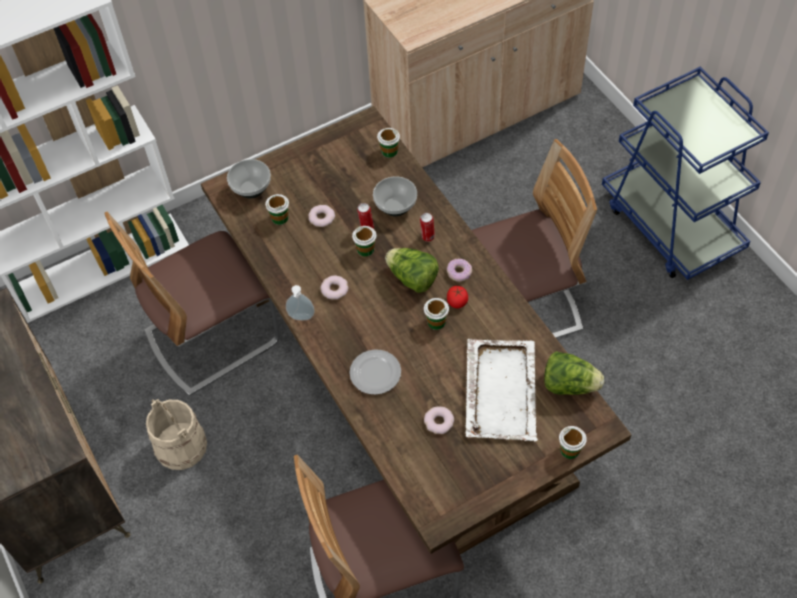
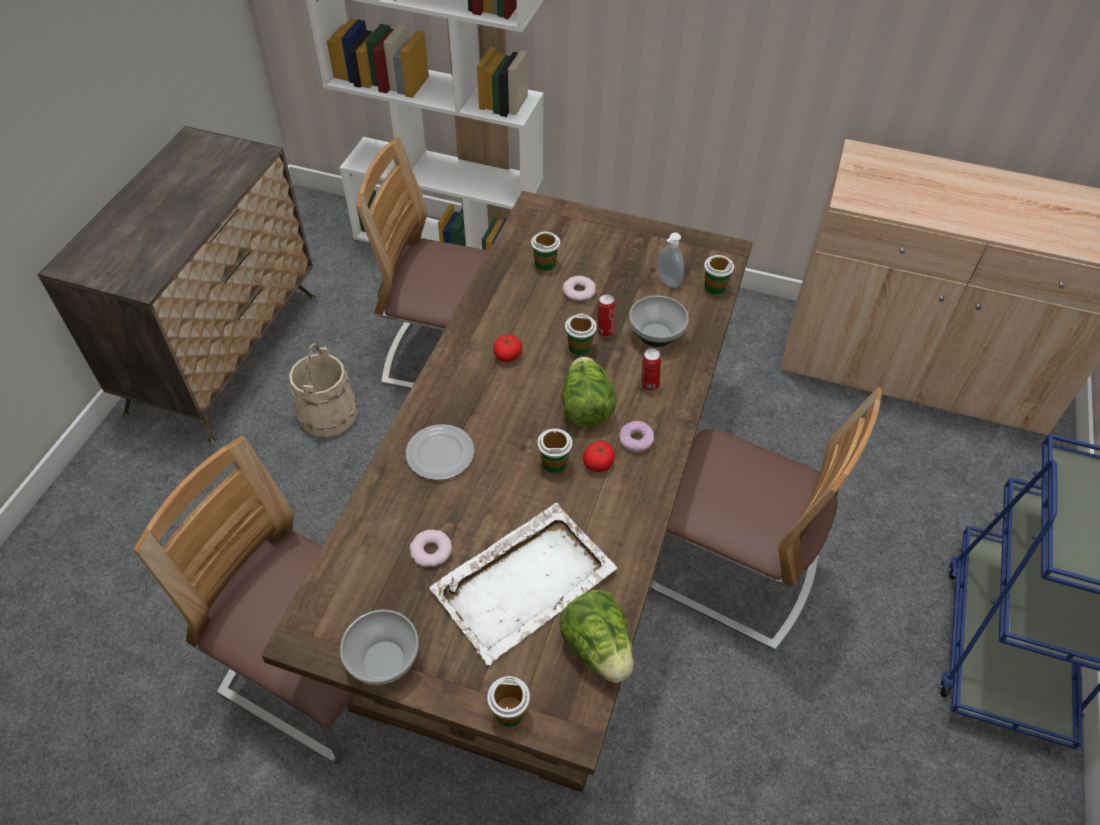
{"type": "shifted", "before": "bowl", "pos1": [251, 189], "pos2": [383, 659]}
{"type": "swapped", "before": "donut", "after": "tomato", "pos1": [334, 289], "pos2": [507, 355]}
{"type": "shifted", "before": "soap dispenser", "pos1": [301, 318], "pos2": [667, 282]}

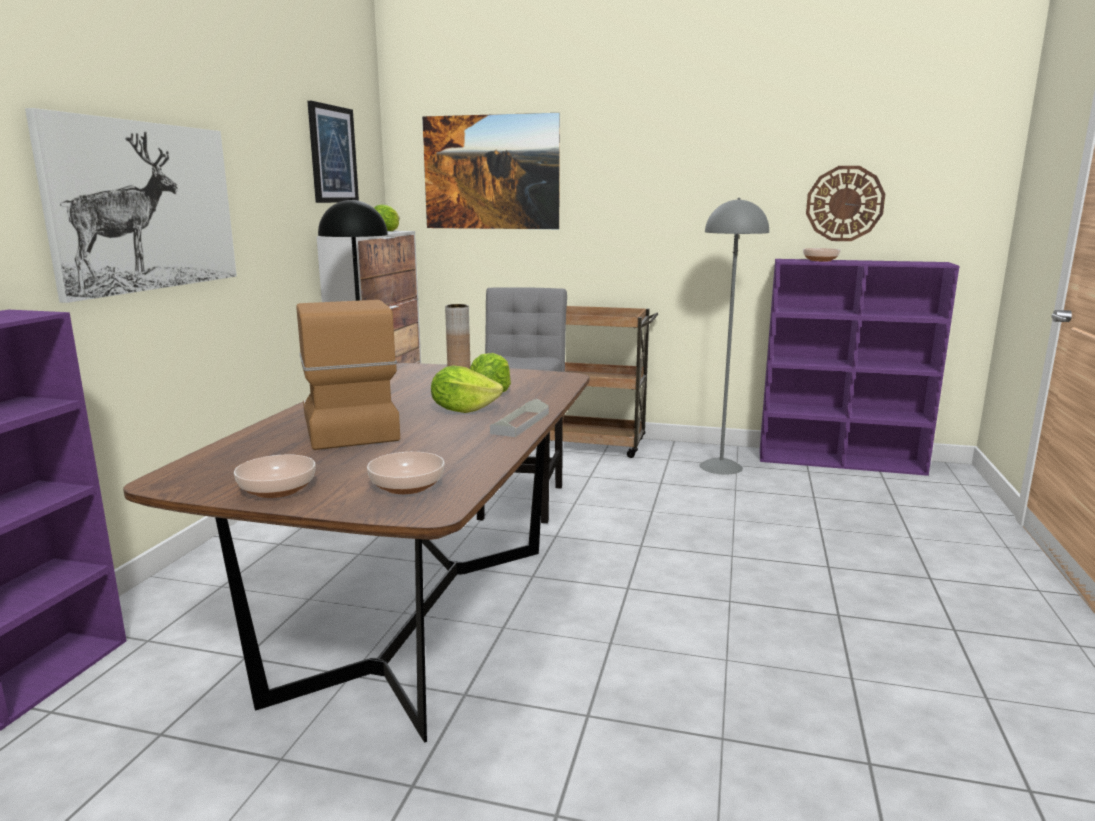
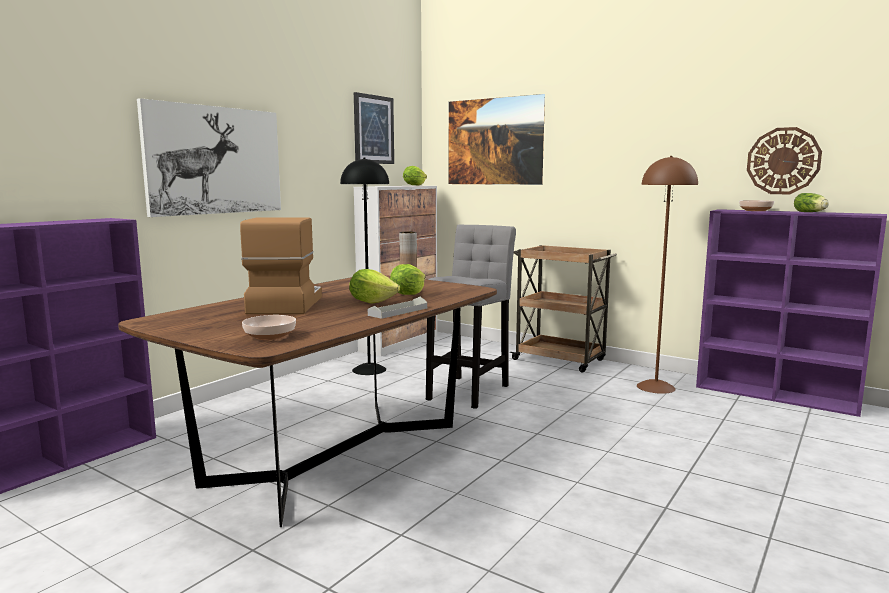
{"type": "repainted", "before": "floor lamp (greyish)", "after": "floor lamp (brown)", "pos1": [720, 466], "pos2": [655, 387]}
{"type": "gone", "before": "bowl", "pos1": [277, 489]}
{"type": "new", "after": "lettuce", "pos2": [811, 212]}

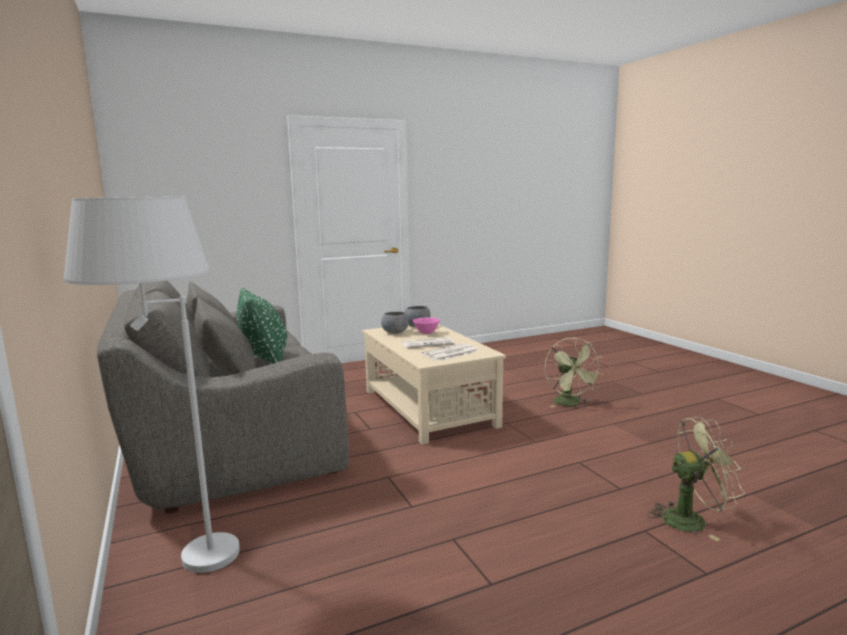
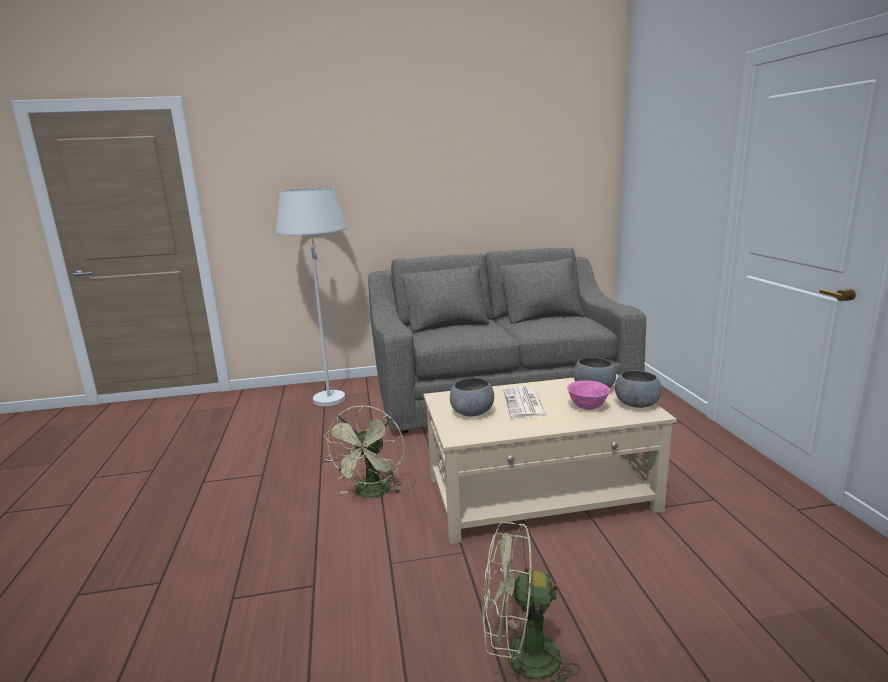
{"type": "gone", "before": "pillow (green-coloured)", "pos1": [264, 359]}
{"type": "swapped", "before": "newspaper", "after": "bowl (greyish)", "pos1": [450, 353], "pos2": [471, 412]}
{"type": "shifted", "before": "cooling fan (green-coloured)", "pos1": [692, 519], "pos2": [372, 493]}

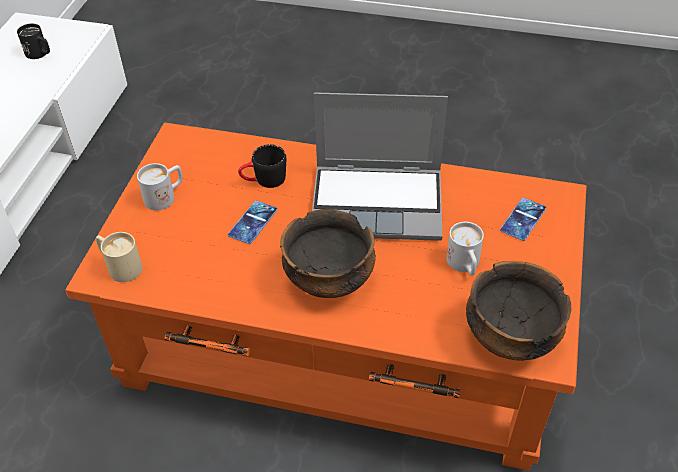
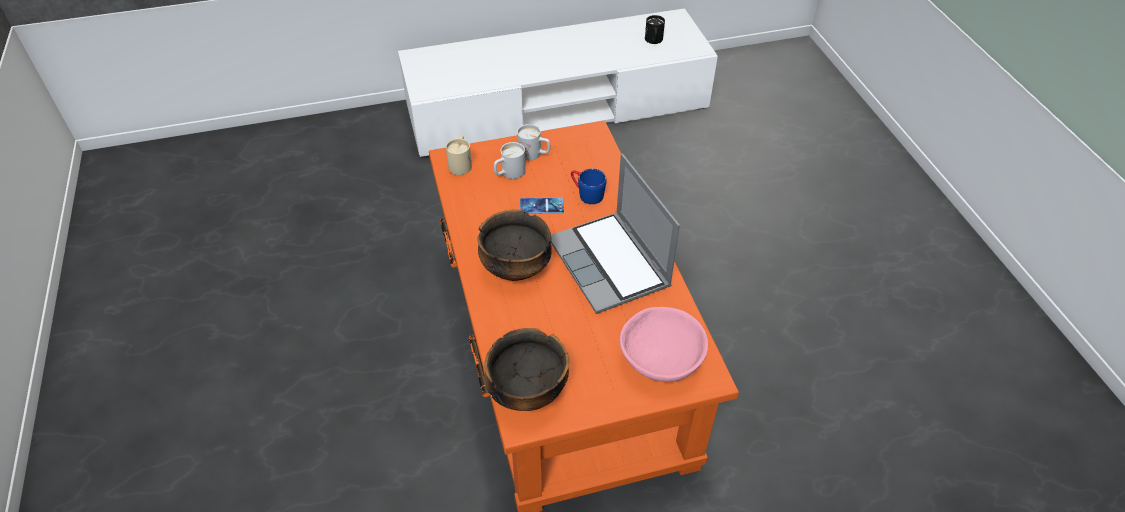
{"type": "repainted", "before": "mug (blackish)", "after": "mug (bluish)", "pos1": [264, 180], "pos2": [586, 193]}
{"type": "swapped", "before": "phone", "after": "bowl (pinkish)", "pos1": [523, 219], "pos2": [659, 359]}
{"type": "shifted", "before": "mug (white-coloured)", "pos1": [465, 265], "pos2": [509, 173]}

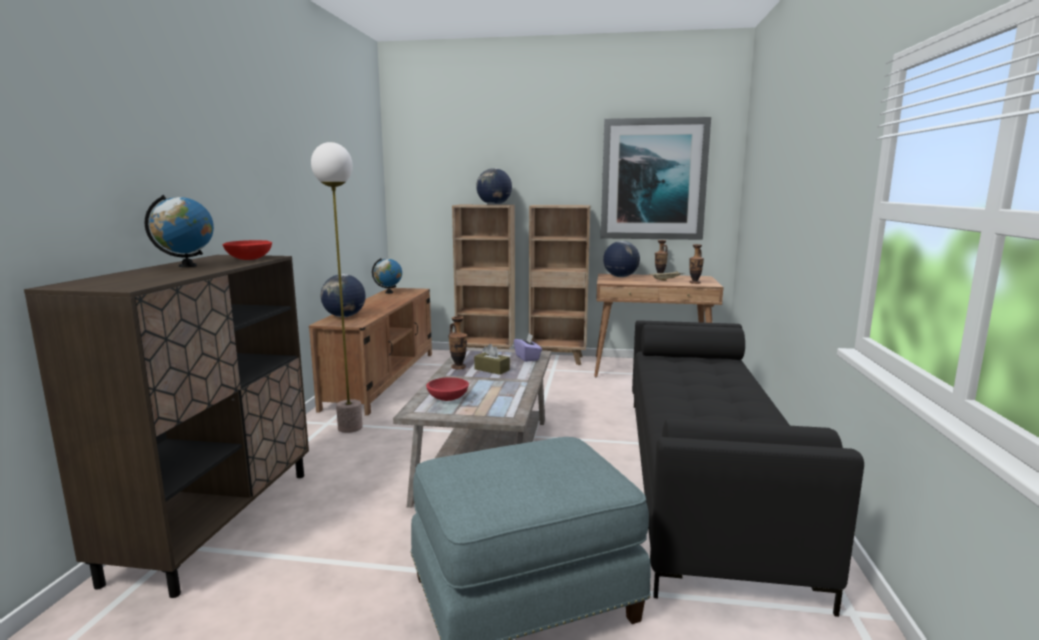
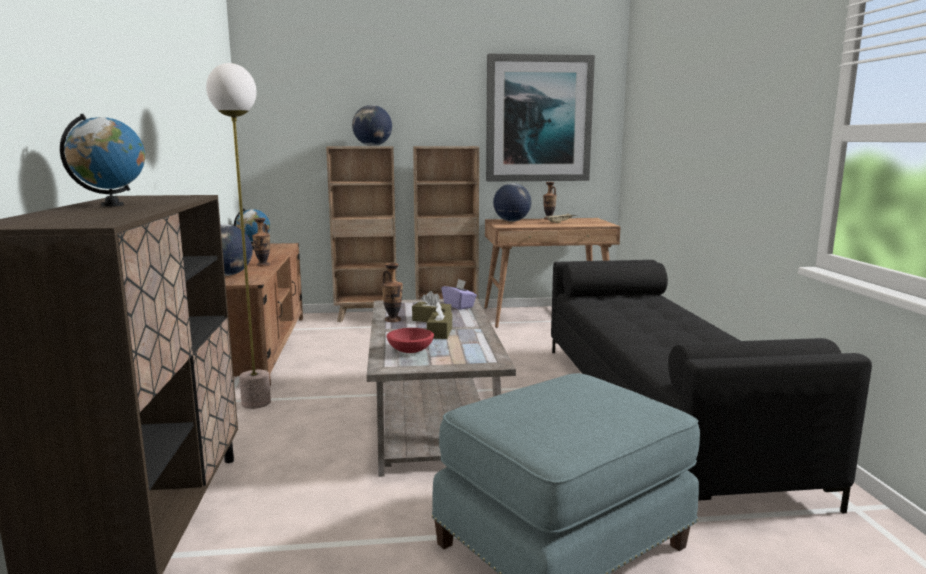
{"type": "gone", "before": "bowl (reddish)", "pos1": [248, 259]}
{"type": "shifted", "before": "flower vase", "pos1": [695, 283], "pos2": [263, 265]}
{"type": "new", "after": "box of tissues (brown)", "pos2": [439, 333]}

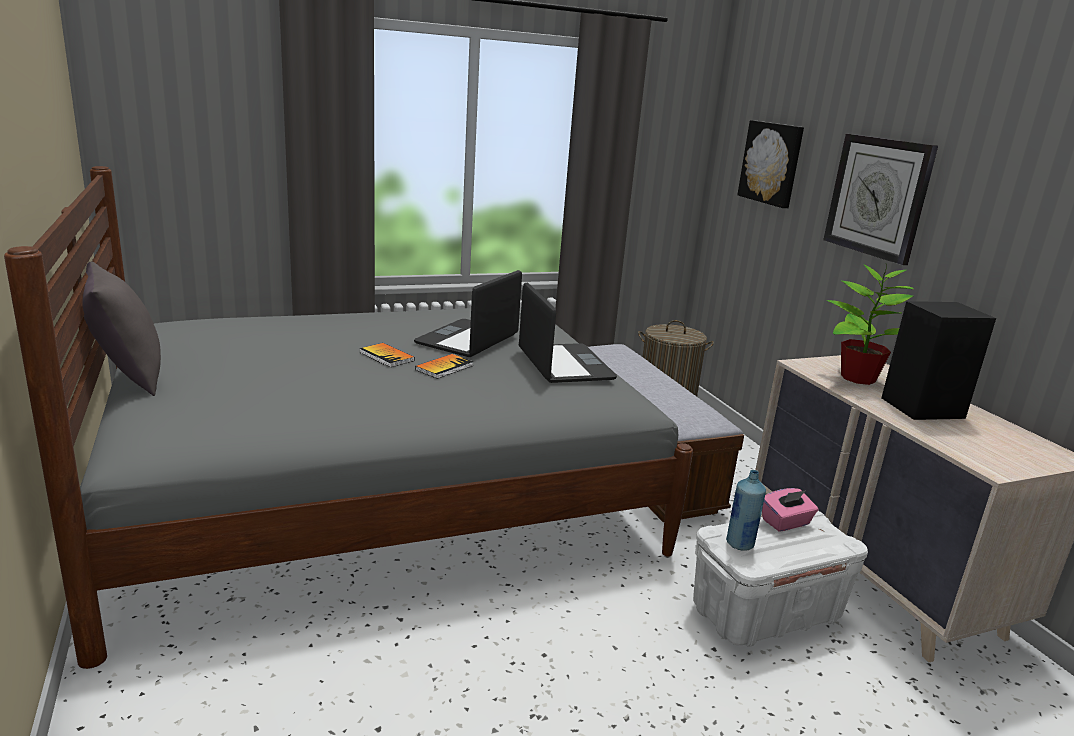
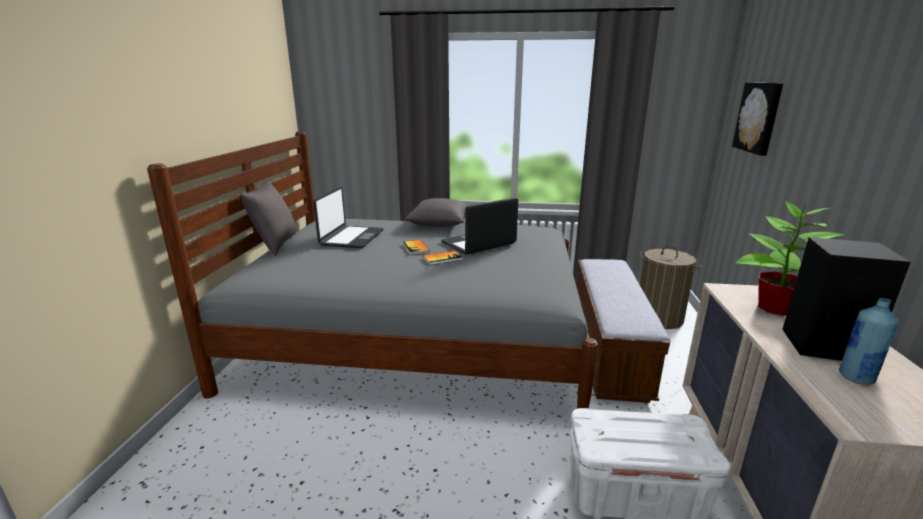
{"type": "gone", "before": "clock on the wall", "pos1": [878, 197]}
{"type": "shifted", "before": "notebook computer", "pos1": [563, 365], "pos2": [351, 238]}
{"type": "shifted", "before": "drink bottle (bluish)", "pos1": [739, 544], "pos2": [856, 377]}
{"type": "gone", "before": "box of tissues (pinkish)", "pos1": [786, 523]}
{"type": "new", "after": "pillow (greyish)", "pos2": [440, 225]}

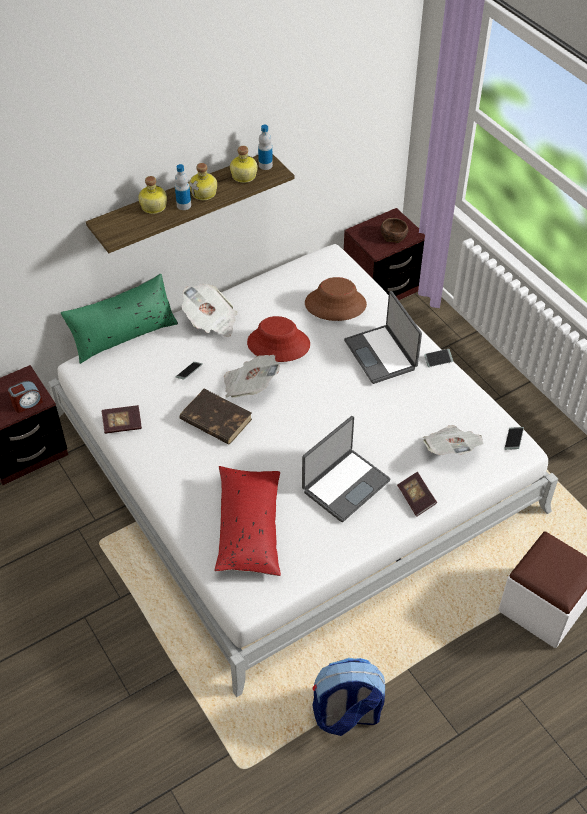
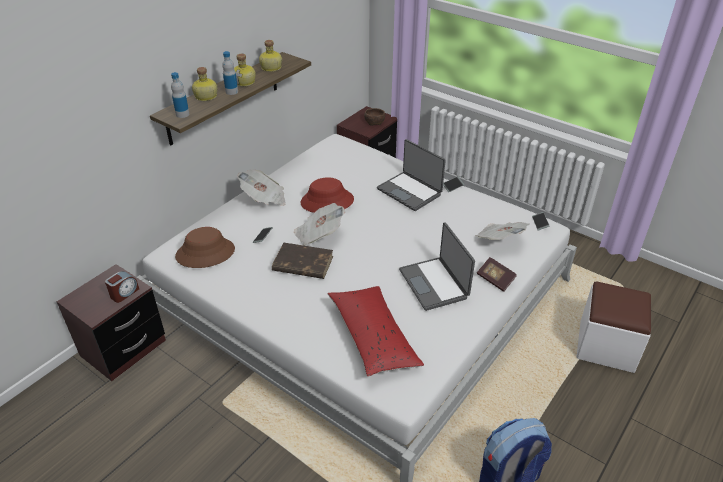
{"type": "shifted", "before": "drink bottle", "pos1": [265, 165], "pos2": [182, 114]}
{"type": "gone", "before": "pillow (green-coloured)", "pos1": [123, 335]}
{"type": "shifted", "before": "wearable hat (brown)", "pos1": [335, 304], "pos2": [205, 253]}
{"type": "gone", "before": "bound book", "pos1": [122, 425]}
{"type": "rotated", "before": "notebook computer", "pos1": [345, 485], "pos2": [434, 284], "turn": 135}

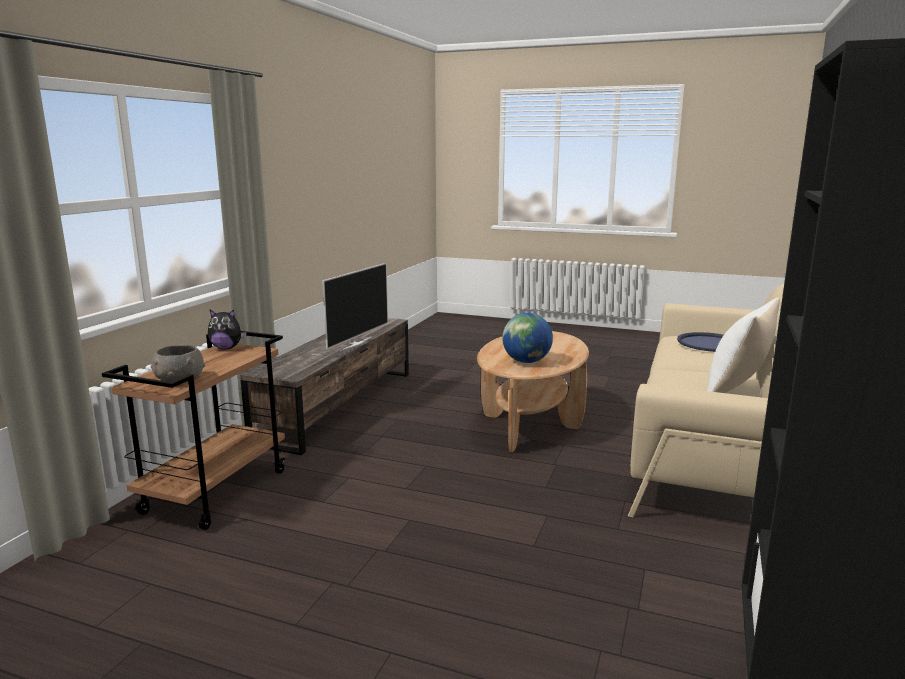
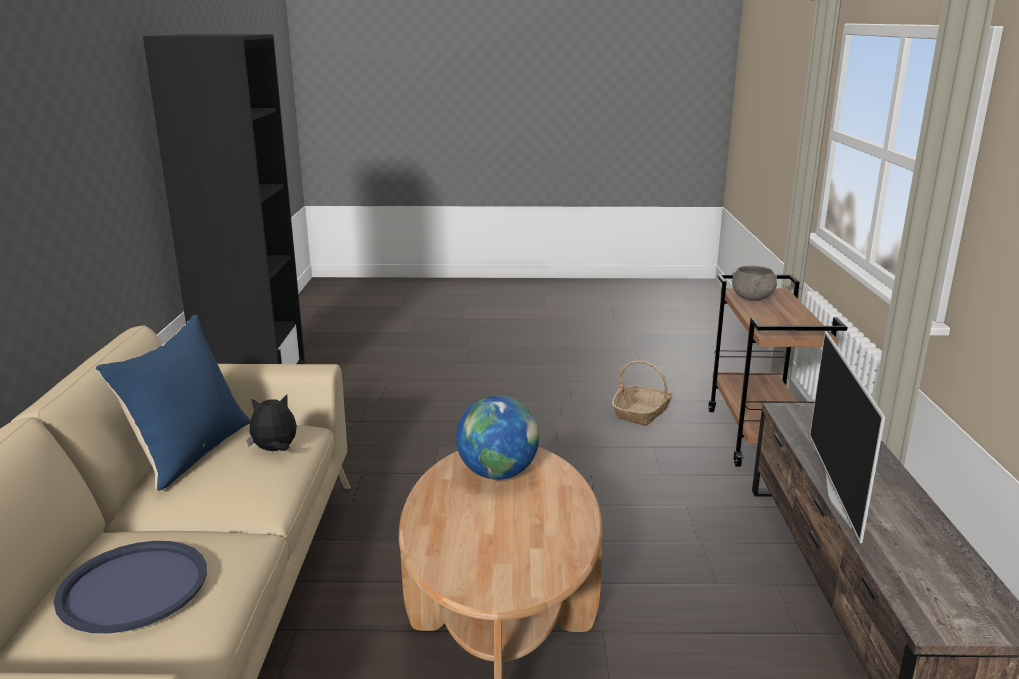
{"type": "repainted", "before": "pillow (white-coloured)", "after": "pillow (bluish)", "pos1": [737, 389], "pos2": [190, 452]}
{"type": "shifted", "before": "cuddly toy", "pos1": [226, 348], "pos2": [275, 450]}
{"type": "new", "after": "storage basket", "pos2": [642, 413]}

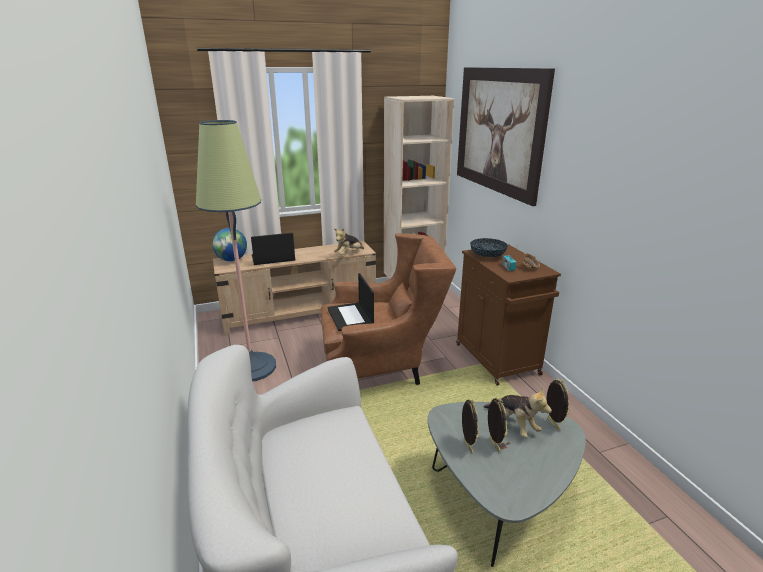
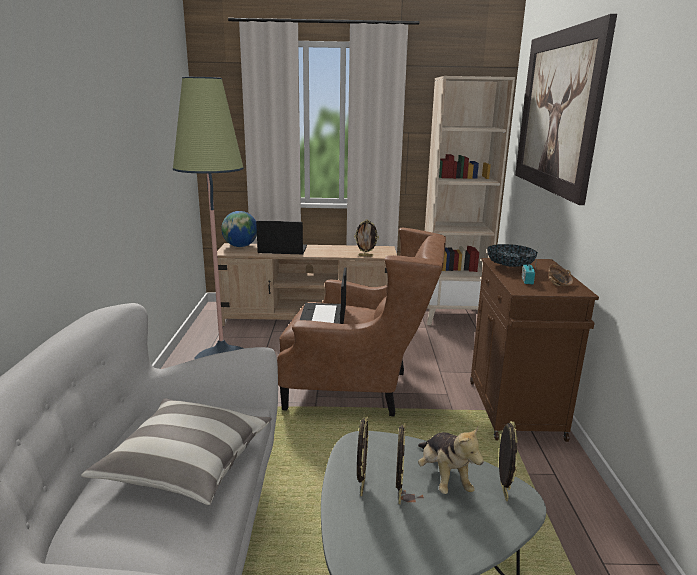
{"type": "swapped", "before": "cuddly toy", "after": "picture frame", "pos1": [348, 254], "pos2": [365, 256]}
{"type": "new", "after": "pillow", "pos2": [186, 465]}

